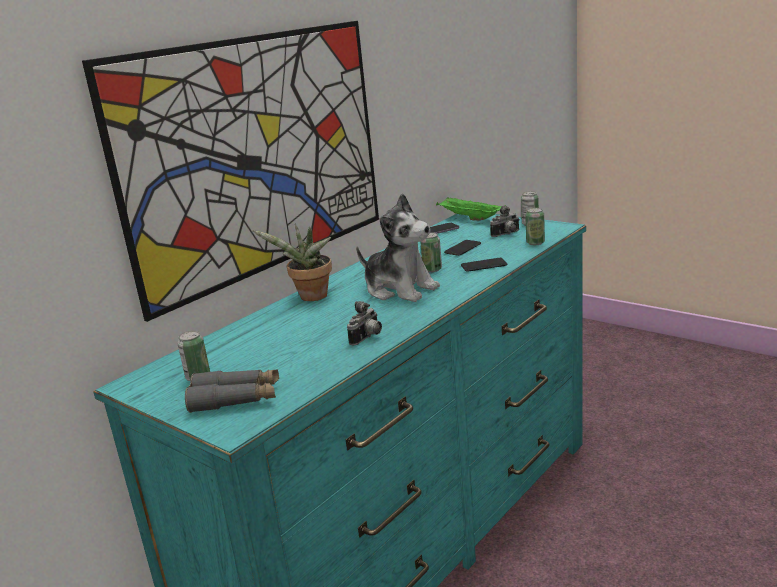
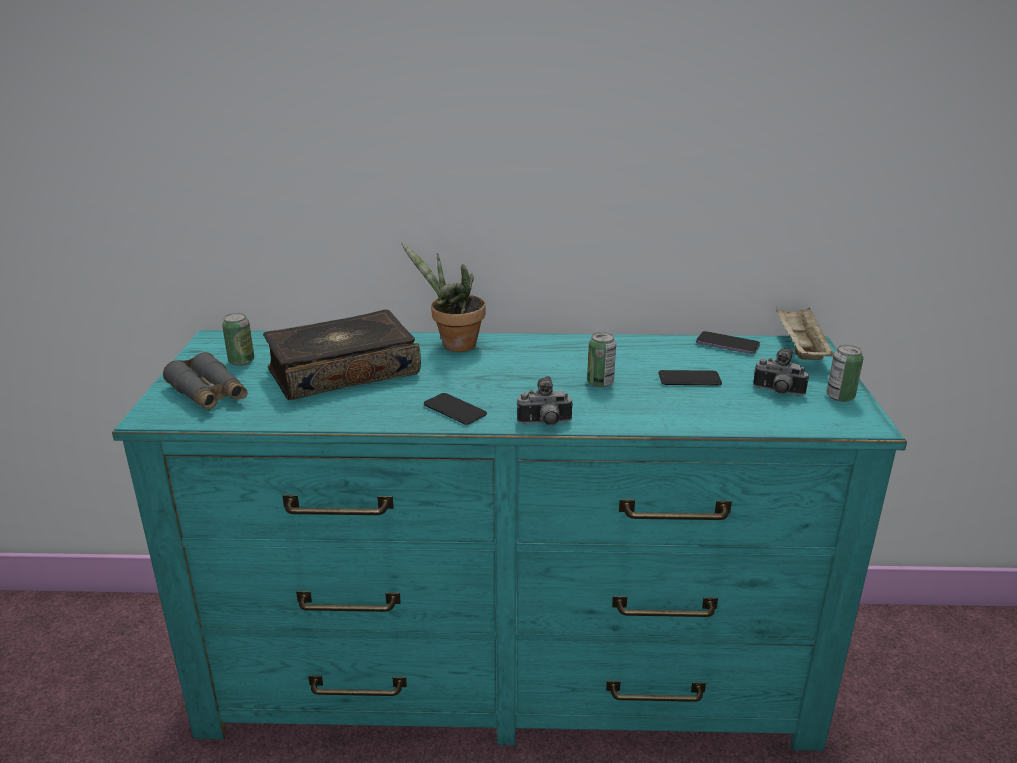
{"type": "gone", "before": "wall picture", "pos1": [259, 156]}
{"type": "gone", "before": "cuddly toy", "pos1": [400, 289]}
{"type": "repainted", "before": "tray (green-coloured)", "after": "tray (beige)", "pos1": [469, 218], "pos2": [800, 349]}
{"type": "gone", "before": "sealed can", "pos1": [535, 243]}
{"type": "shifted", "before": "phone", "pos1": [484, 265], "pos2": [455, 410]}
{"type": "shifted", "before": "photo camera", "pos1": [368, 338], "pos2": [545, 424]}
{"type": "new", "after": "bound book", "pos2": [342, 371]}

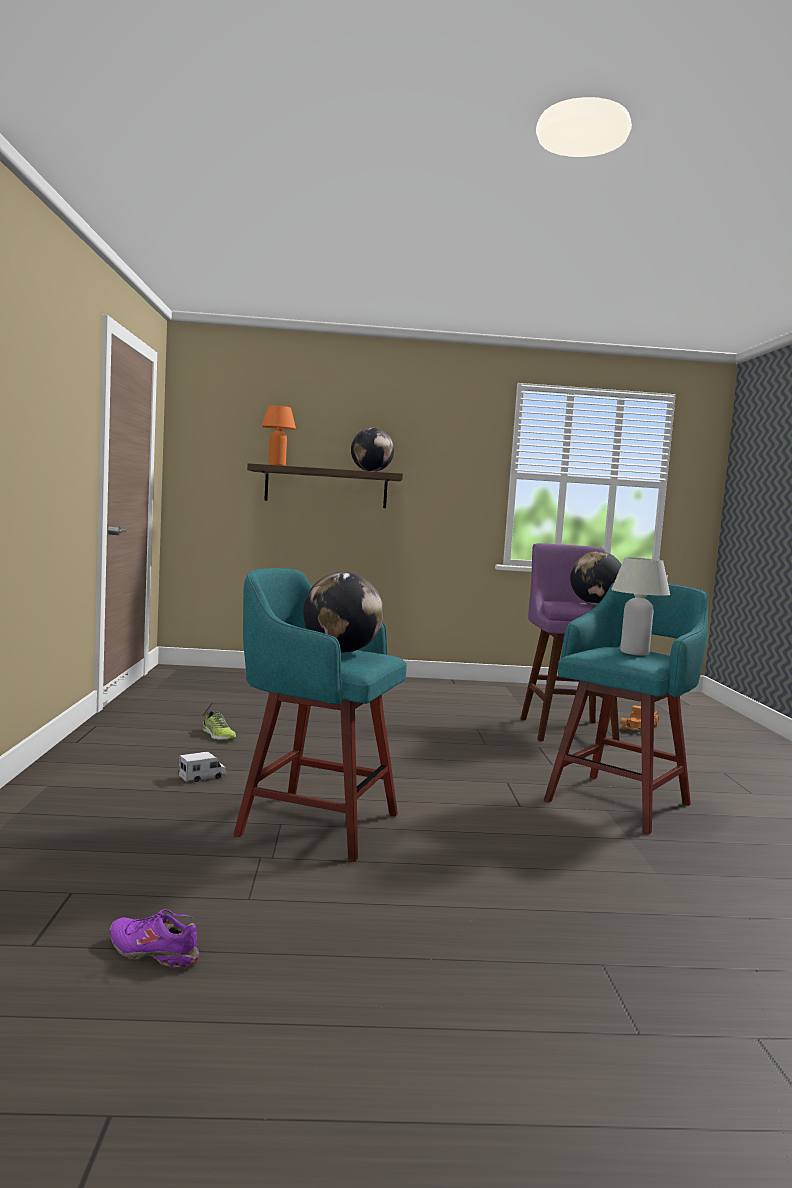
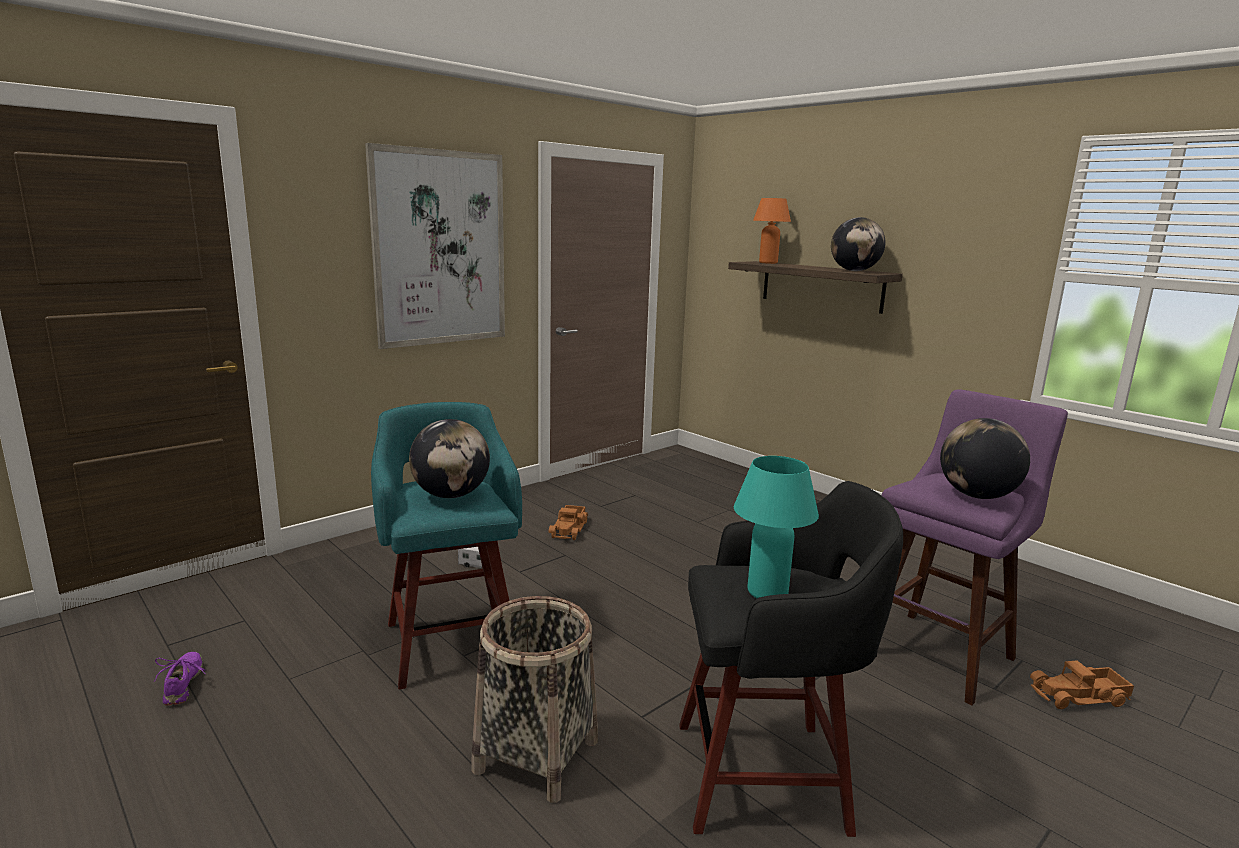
{"type": "repainted", "before": "lamp for a table (white-coloured)", "after": "lamp for a table (turquoise)", "pos1": [634, 653], "pos2": [767, 592]}
{"type": "repainted", "before": "stool (turquoise)", "after": "stool (blackish)", "pos1": [620, 801], "pos2": [766, 776]}
{"type": "swapped", "before": "item of footwear", "after": "model truck", "pos1": [218, 735], "pos2": [570, 529]}
{"type": "new", "after": "wall picture", "pos2": [440, 249]}
{"type": "new", "after": "storage basket", "pos2": [536, 756]}

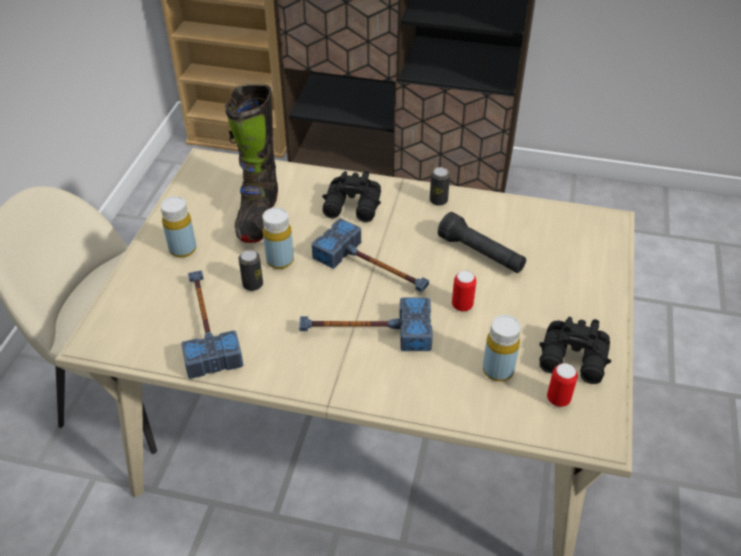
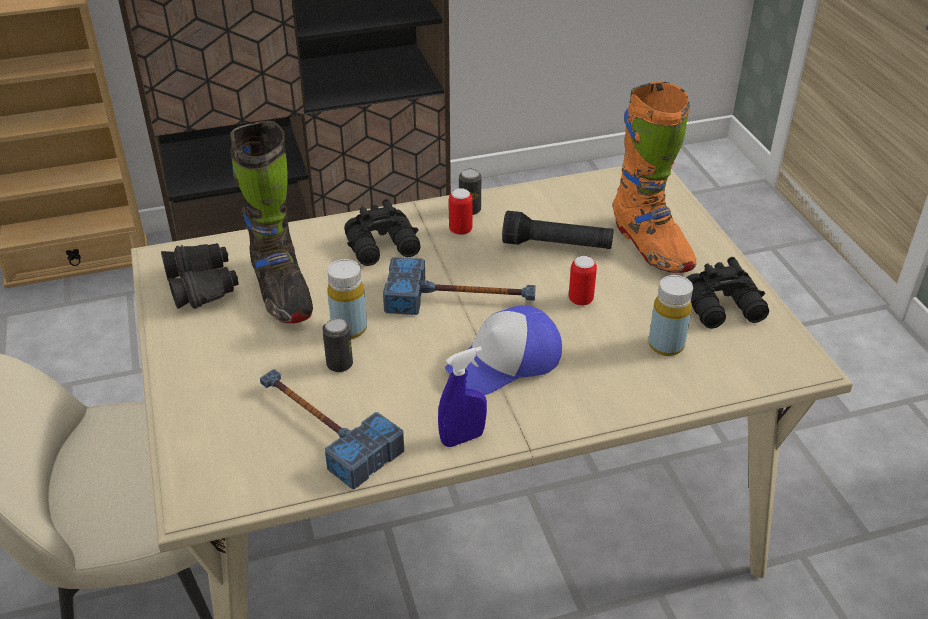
{"type": "gone", "before": "drink bottle (yellowish)", "pos1": [183, 249]}
{"type": "swapped", "before": "hammer", "after": "cap", "pos1": [365, 331], "pos2": [505, 362]}
{"type": "shifted", "before": "sealed can", "pos1": [558, 399], "pos2": [460, 230]}
{"type": "new", "after": "high-top boot (orange)", "pos2": [650, 246]}
{"type": "new", "after": "binoculars (blackish)", "pos2": [202, 285]}
{"type": "new", "after": "hand sprayer (bluish)", "pos2": [462, 438]}

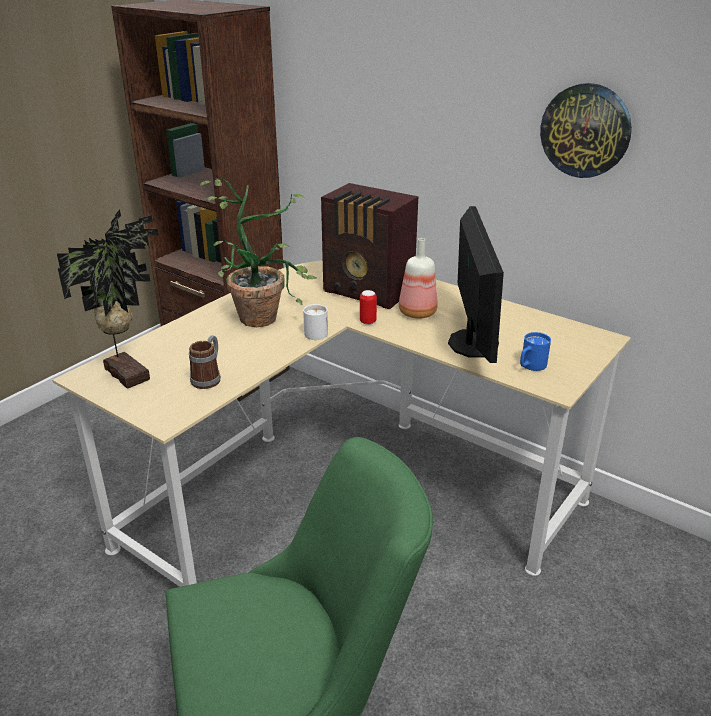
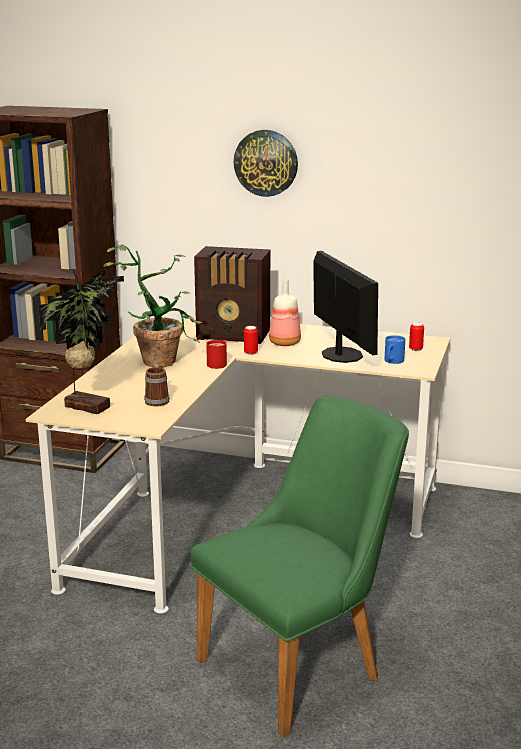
{"type": "shifted", "before": "clock on the wall", "pos1": [585, 130], "pos2": [266, 163]}
{"type": "repainted", "before": "mug (white-coloured)", "after": "mug (reddish)", "pos1": [316, 331], "pos2": [215, 363]}
{"type": "new", "after": "sealed can", "pos2": [415, 349]}

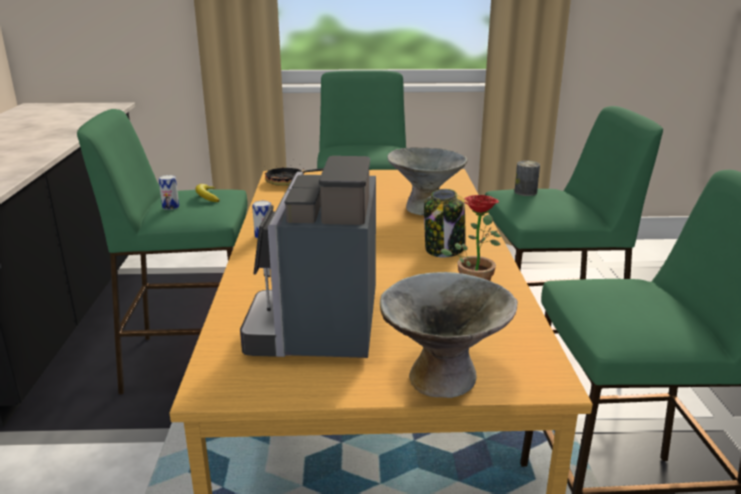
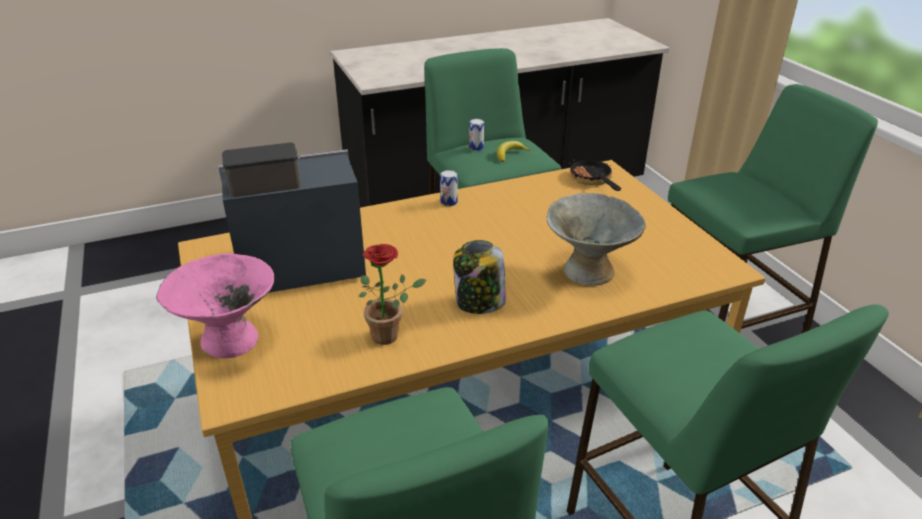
{"type": "gone", "before": "sealed can", "pos1": [525, 192]}
{"type": "repainted", "before": "bowl (greyish)", "after": "bowl (pinkish)", "pos1": [443, 378], "pos2": [229, 340]}

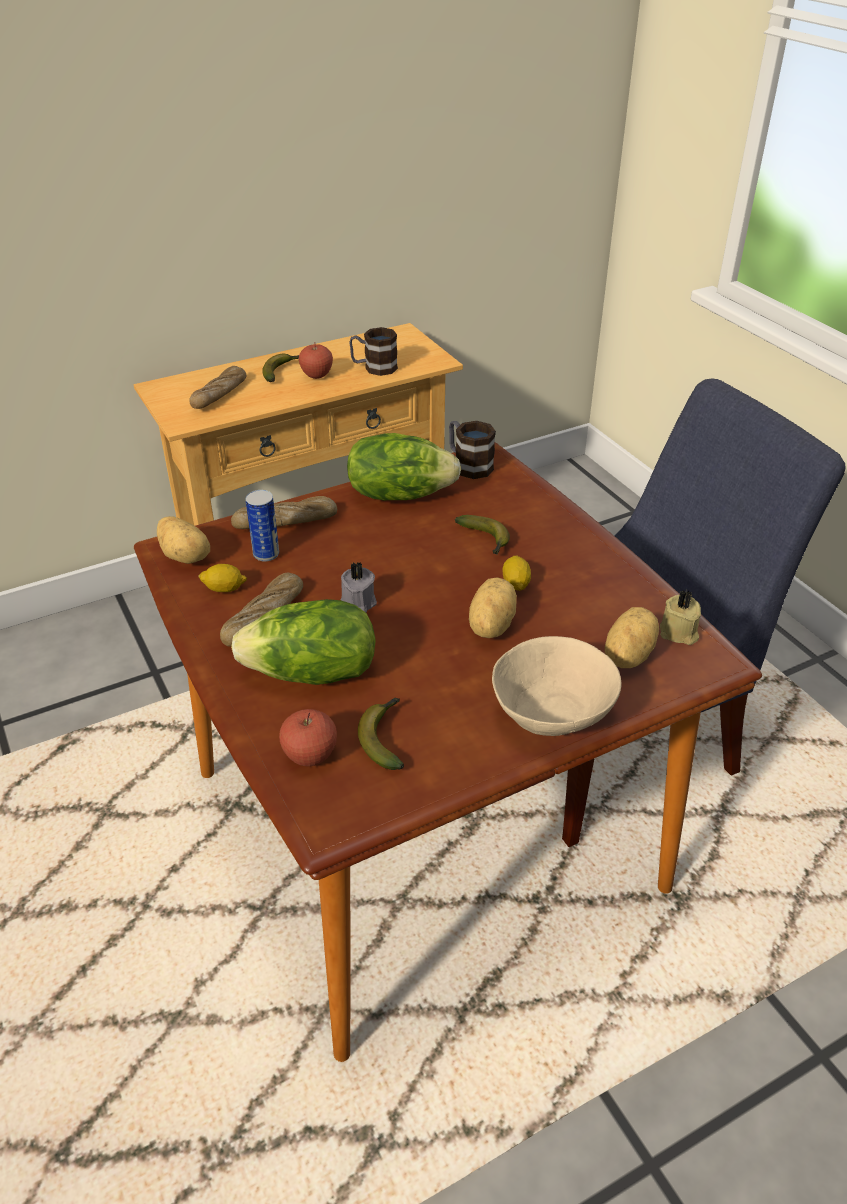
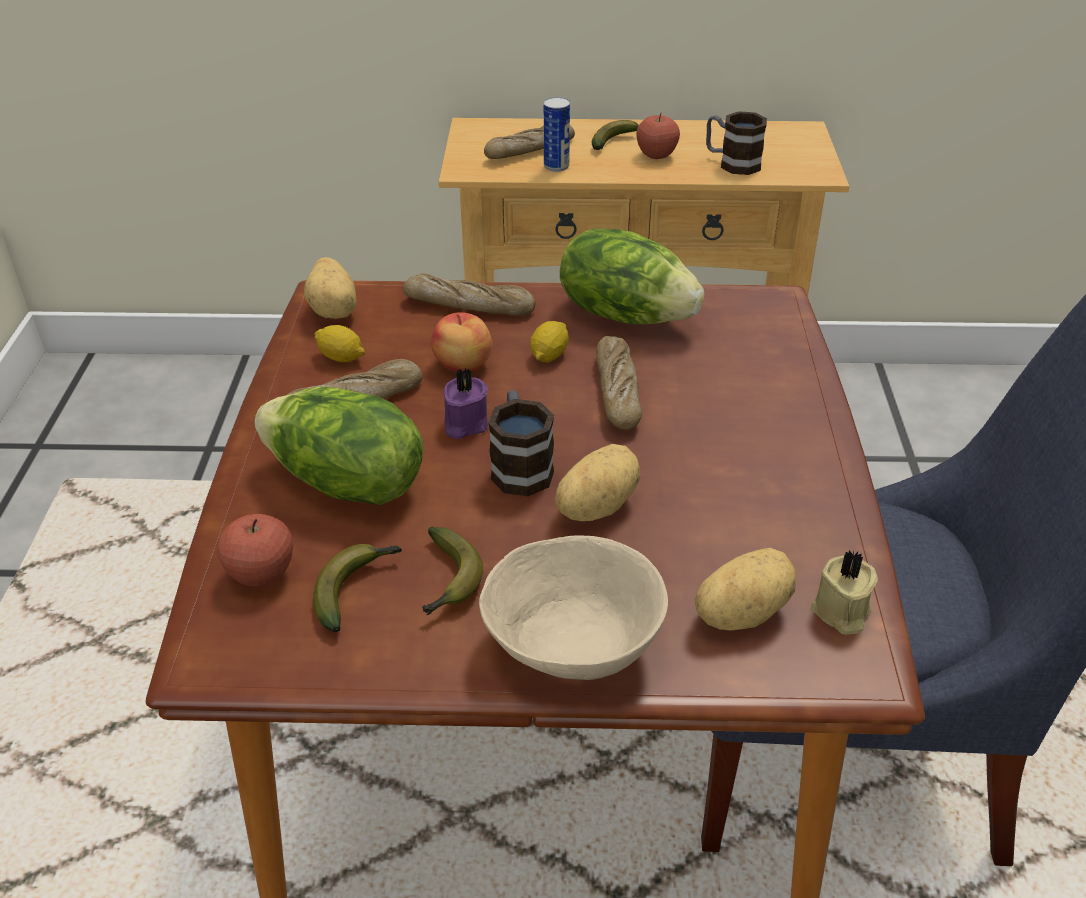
{"type": "shifted", "before": "mug", "pos1": [468, 465], "pos2": [520, 465]}
{"type": "shifted", "before": "sealed can", "pos1": [266, 554], "pos2": [556, 166]}
{"type": "shifted", "before": "banana", "pos1": [485, 540], "pos2": [448, 581]}
{"type": "shifted", "before": "citrus fruit", "pos1": [516, 584], "pos2": [549, 355]}
{"type": "repainted", "before": "wax candle (greyish)", "after": "wax candle (purplish)", "pos1": [357, 604], "pos2": [464, 424]}
{"type": "new", "after": "whole apple", "pos2": [463, 365]}
{"type": "new", "after": "bakery bread", "pos2": [617, 391]}

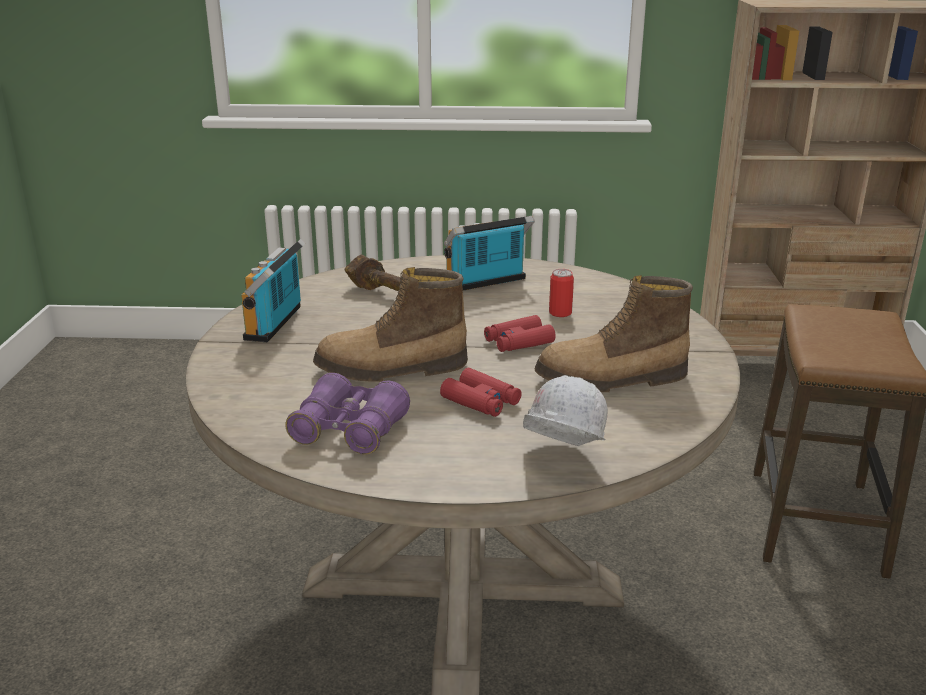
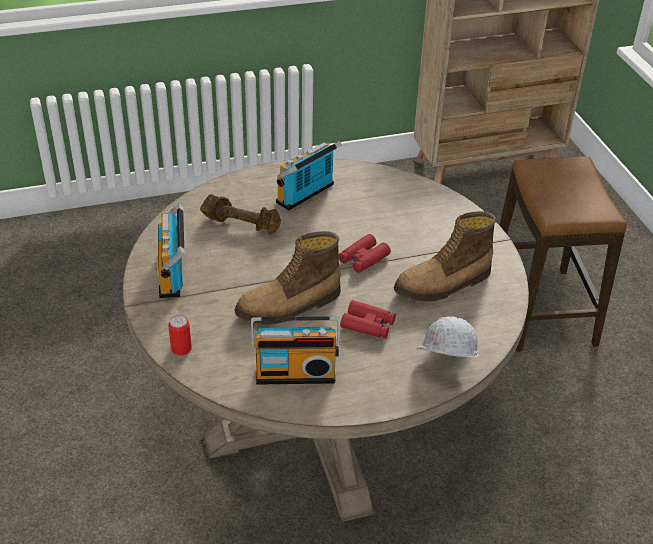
{"type": "shifted", "before": "sealed can", "pos1": [560, 313], "pos2": [181, 349]}
{"type": "swapped", "before": "binoculars (purplish)", "after": "radio receiver", "pos1": [349, 430], "pos2": [295, 372]}

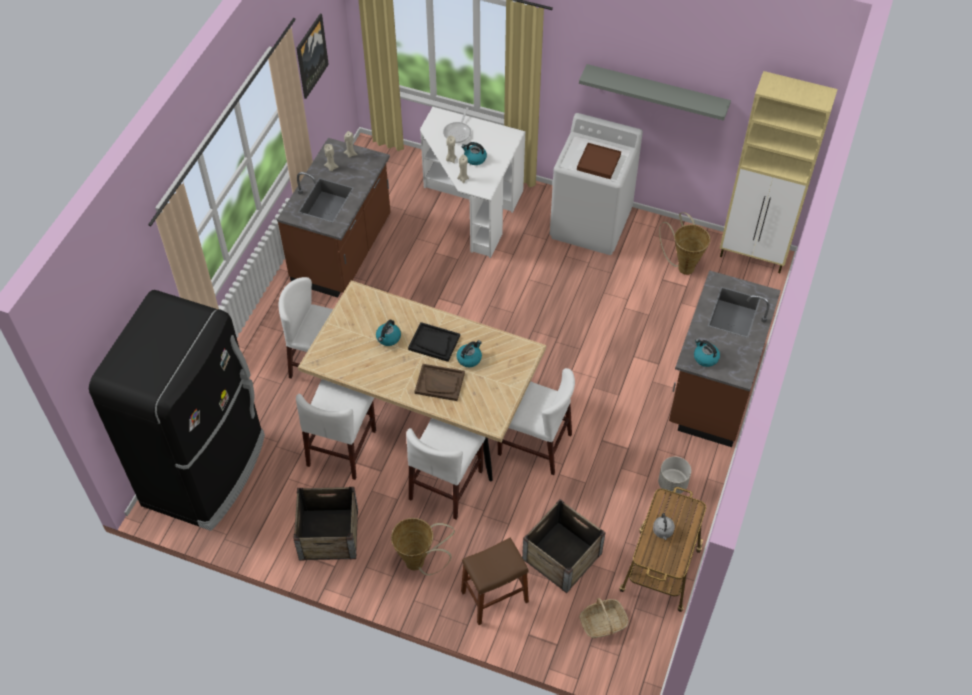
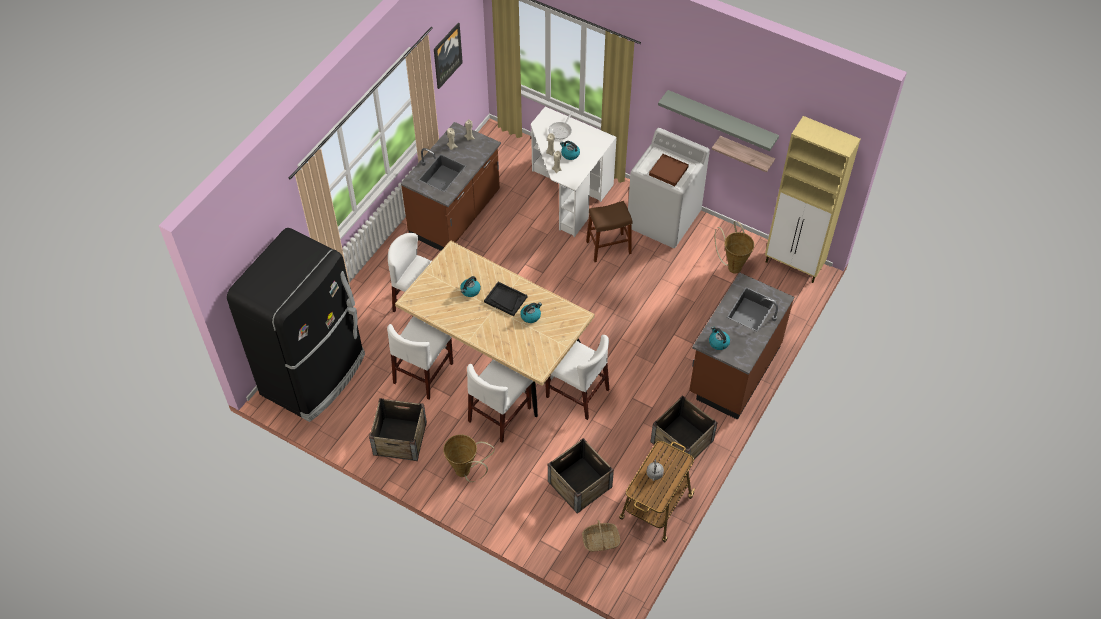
{"type": "gone", "before": "tray (brown)", "pos1": [440, 383]}
{"type": "swapped", "before": "planter (greyish)", "after": "crate", "pos1": [672, 484], "pos2": [682, 441]}
{"type": "shifted", "before": "stool (brown)", "pos1": [494, 596], "pos2": [608, 247]}
{"type": "new", "after": "bracket shelf", "pos2": [746, 154]}

